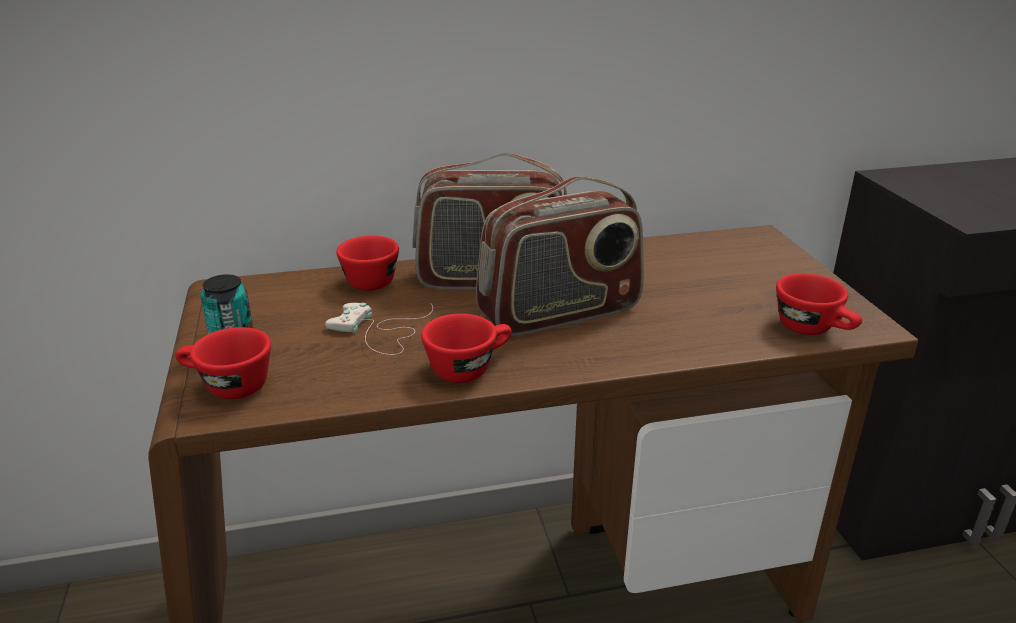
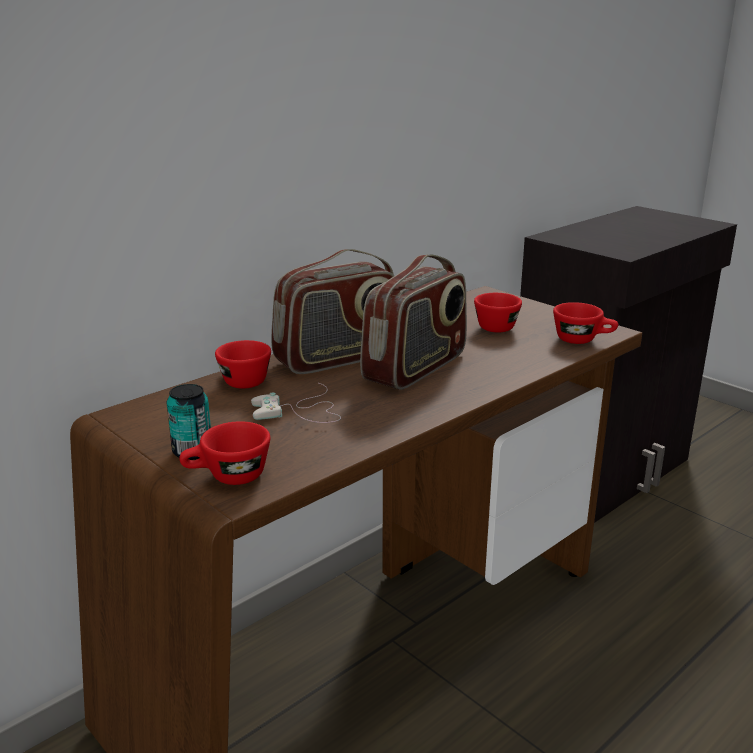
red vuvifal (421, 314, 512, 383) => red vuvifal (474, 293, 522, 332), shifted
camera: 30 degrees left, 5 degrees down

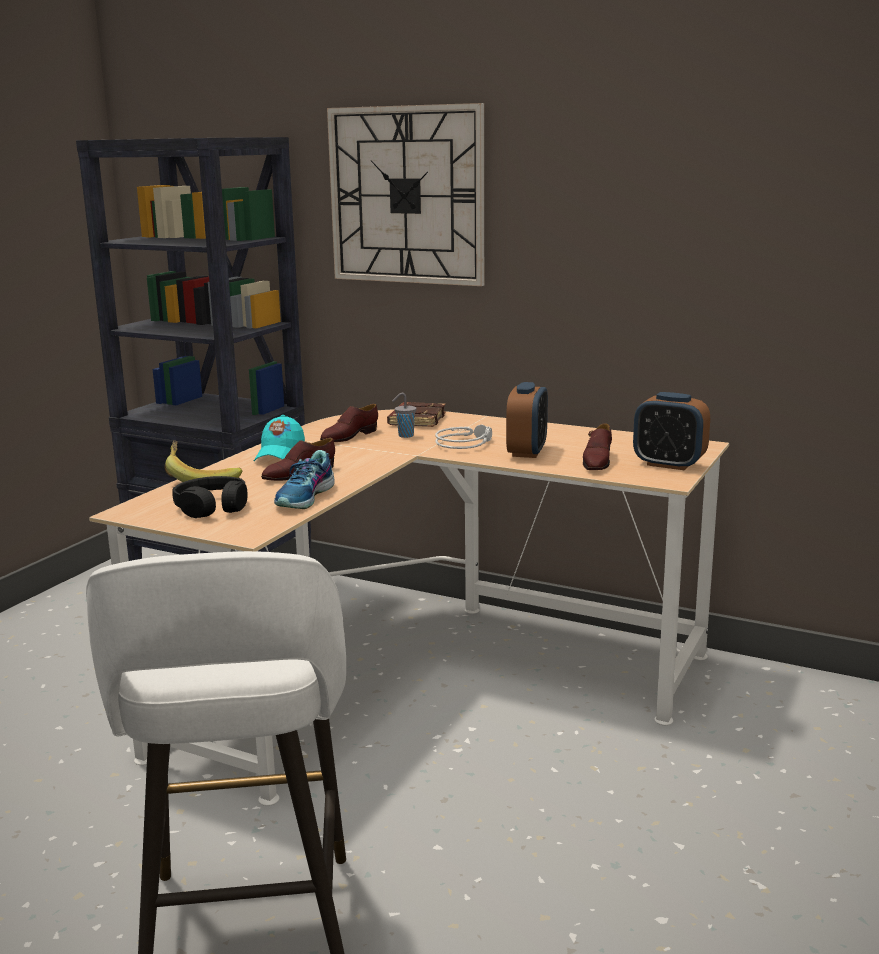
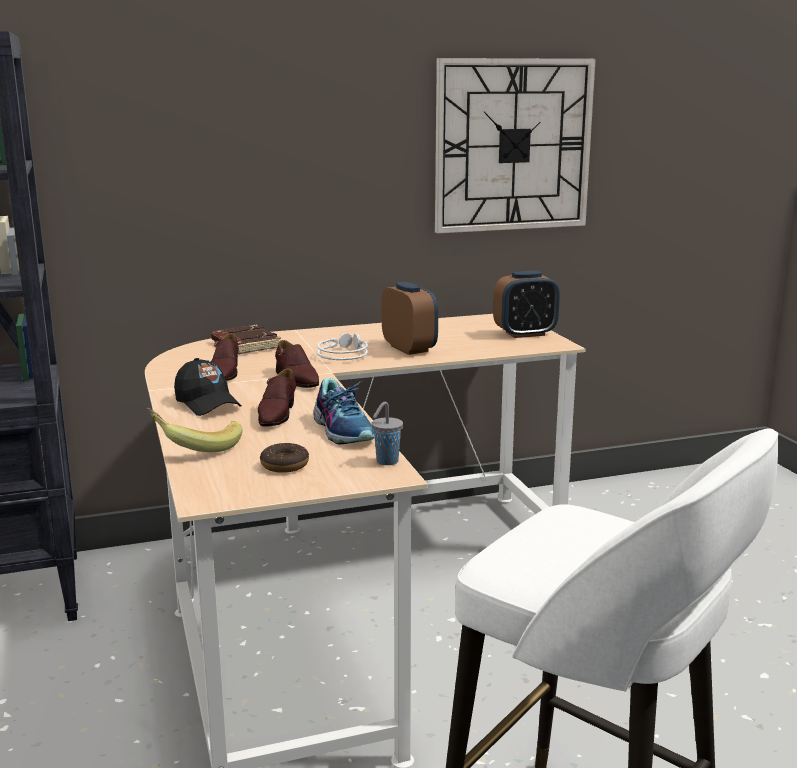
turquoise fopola (254, 415, 305, 461) => black fopola (174, 358, 241, 416)
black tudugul (172, 476, 248, 518) => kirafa (260, 443, 309, 473)
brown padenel (583, 423, 612, 470) => brown padenel (275, 340, 319, 388), shifted
grey vuvifal (392, 393, 416, 438) => grey vuvifal (372, 402, 403, 465), shifted
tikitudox (327, 103, 484, 286) => tikitudox (435, 58, 596, 233), shifted
camera: 45 degrees left, 0 degrees up

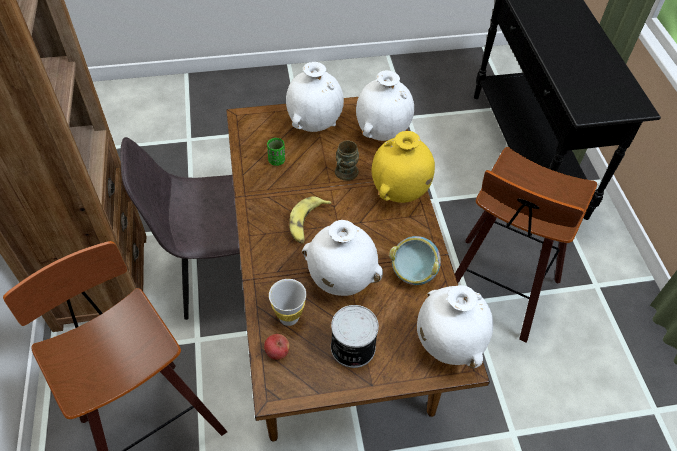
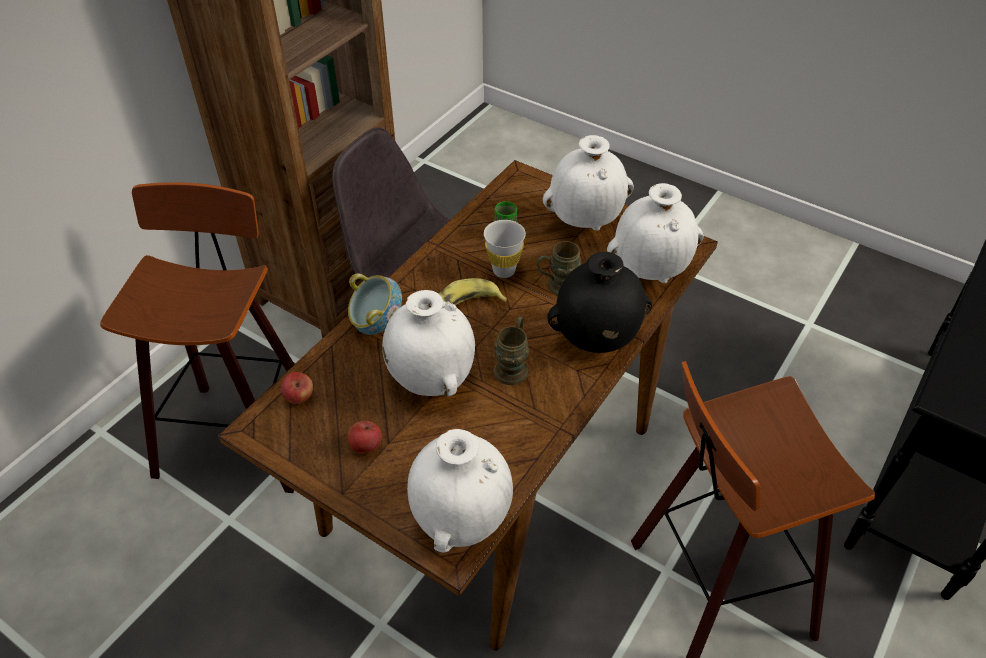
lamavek (389, 236, 441, 285) => lamavek (348, 273, 402, 335), shifted
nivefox (331, 305, 379, 368) => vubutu (348, 421, 382, 454)
white vuvifal (269, 279, 306, 326) => white vuvifal (484, 220, 526, 278), shifted
nothing => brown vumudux (493, 316, 529, 385)
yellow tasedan (371, 131, 435, 203) => black tasedan (547, 252, 652, 353)
camera: 45 degrees right, 5 degrees down

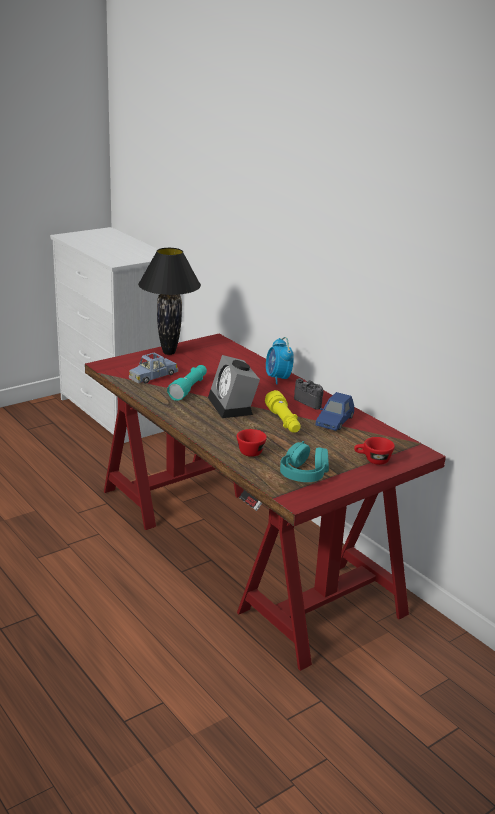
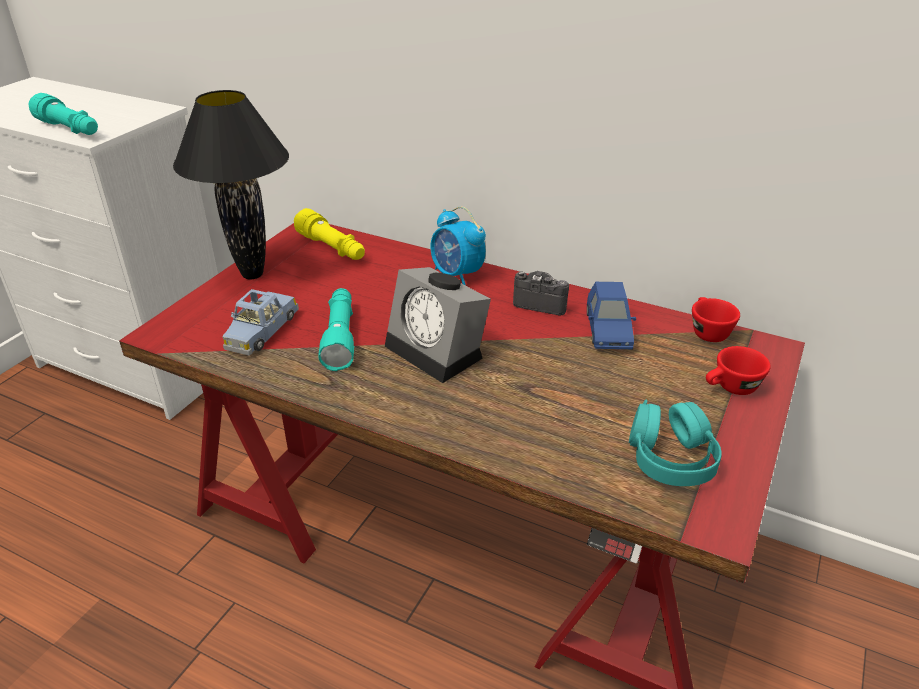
nothing => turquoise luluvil (29, 93, 98, 135)
yellow luluvil (265, 390, 301, 433) => yellow luluvil (294, 208, 365, 260), shifted
red vuvifal (237, 429, 267, 457) => red vuvifal (692, 297, 740, 342), shifted
camera: 25 degrees left, 10 degrees up

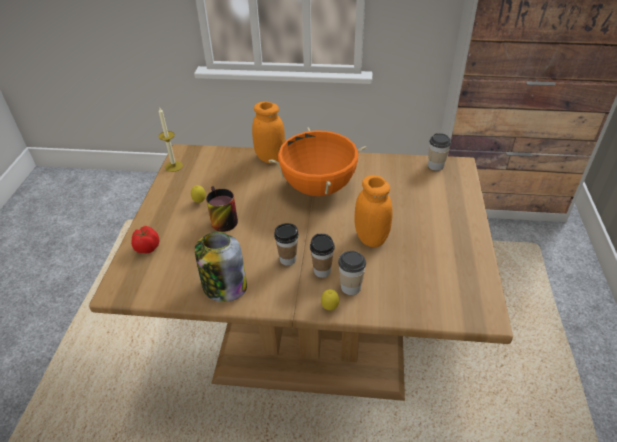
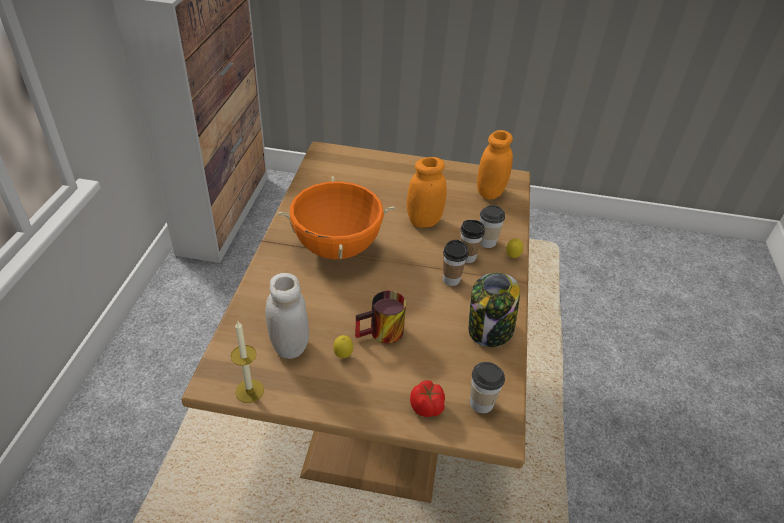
nothing => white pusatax (266, 273, 309, 359)
vuvifal (428, 133, 451, 171) => vuvifal (470, 362, 505, 414), shifted
orange pusatax (252, 101, 285, 163) => orange pusatax (477, 130, 513, 200), shifted
camera: 90 degrees left, 0 degrees up

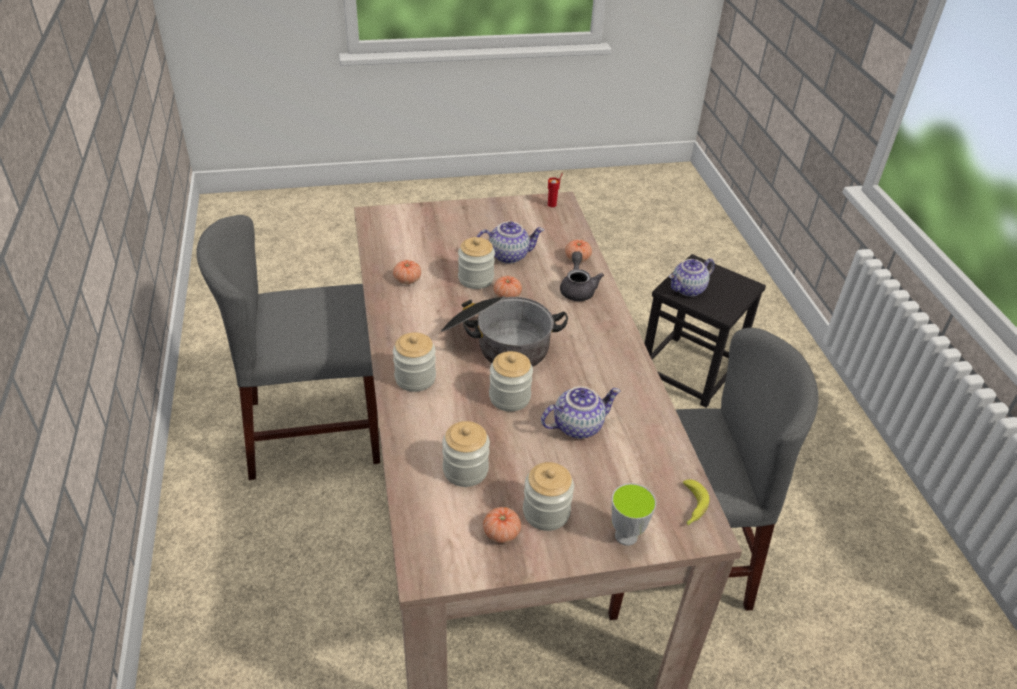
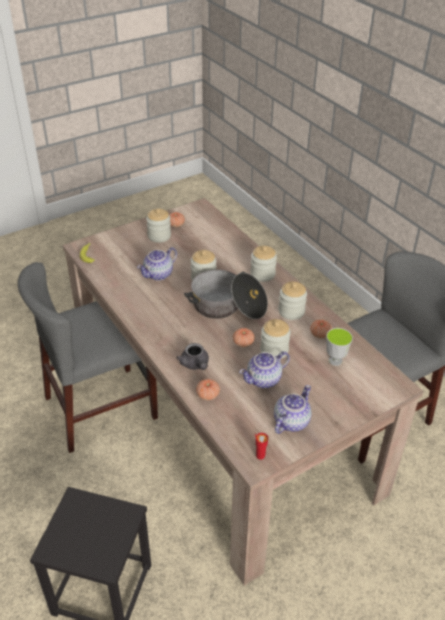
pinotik (669, 258, 715, 297) => pinotik (274, 385, 312, 434), shifted
pusatax (442, 421, 490, 487) => pusatax (278, 282, 307, 320), shifted
vuvifal (612, 483, 656, 546) => vuvifal (326, 328, 353, 366), shifted
camera: 160 degrees right, 0 degrees up

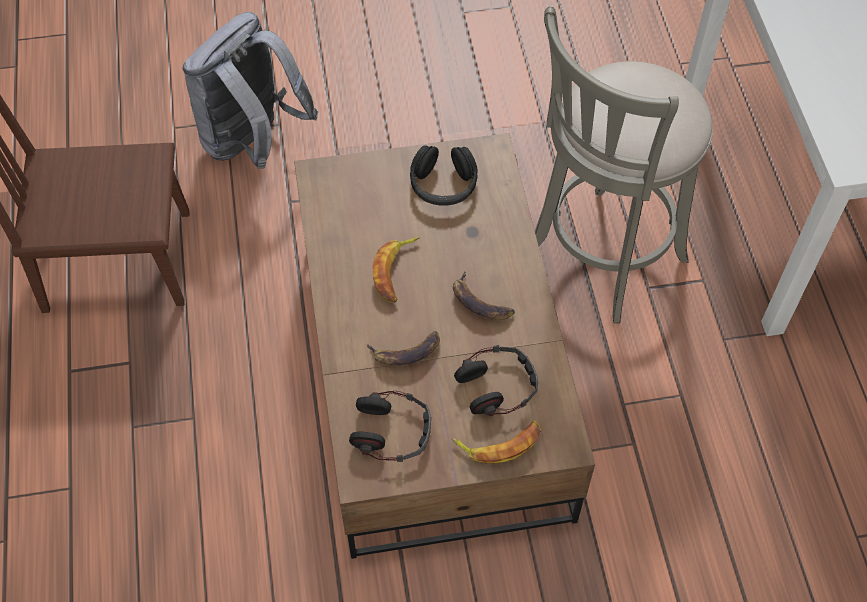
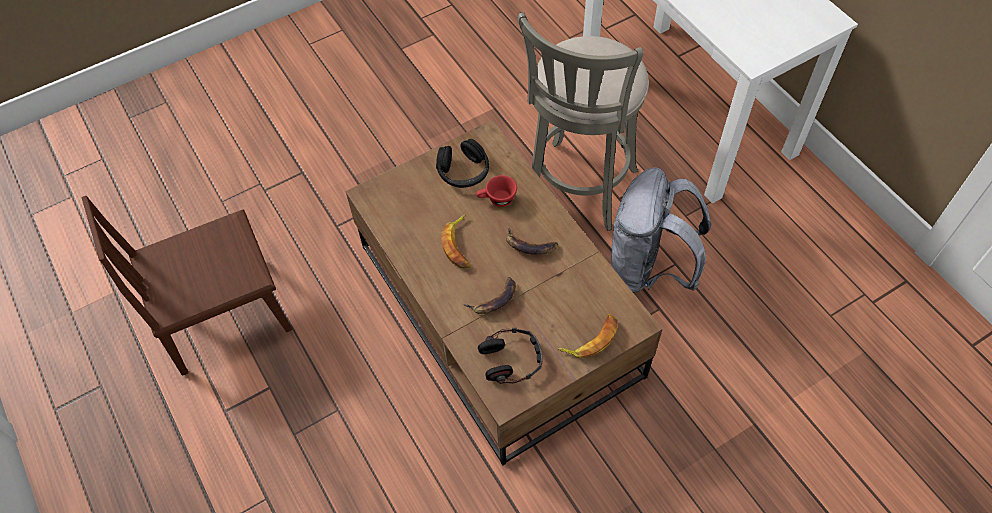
nothing => red vuvifal (476, 175, 517, 207)
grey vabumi (183, 12, 318, 169) => grey vabumi (611, 167, 711, 293), shifted
tudugul (454, 345, 538, 416) => nothing
camera: 20 degrees left, 0 degrees up

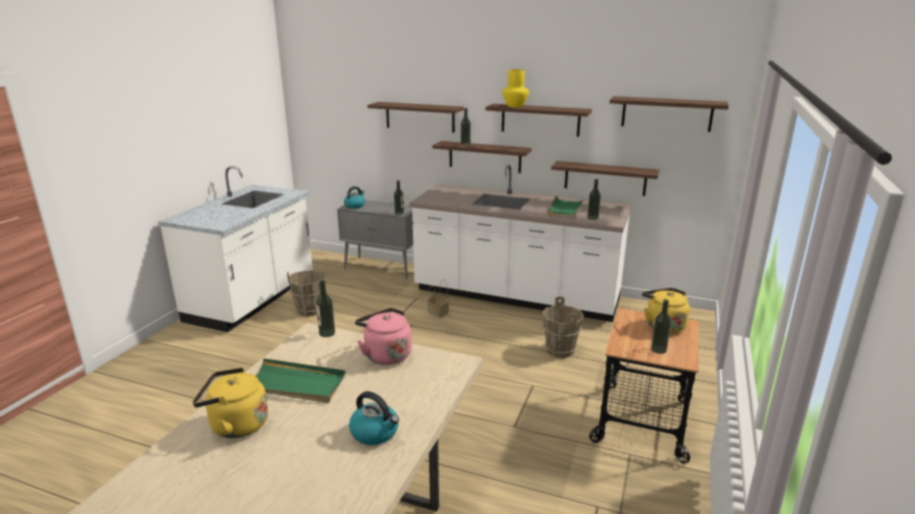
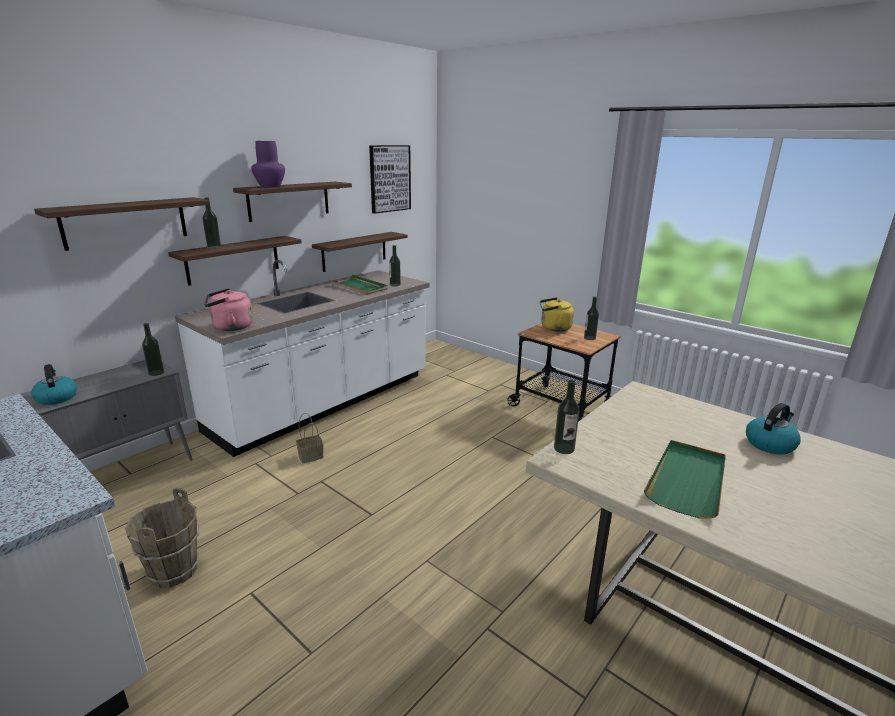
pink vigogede (355, 308, 412, 365) => pink vigogede (204, 288, 253, 331), shifted
yellow tasedan (503, 69, 529, 107) => purple tasedan (251, 141, 285, 187)
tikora (610, 96, 729, 132) => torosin (369, 145, 411, 213)
yellow vigogede (192, 368, 268, 438) => nothing
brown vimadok (543, 296, 584, 358) => nothing
camera: 70 degrees left, 0 degrees up

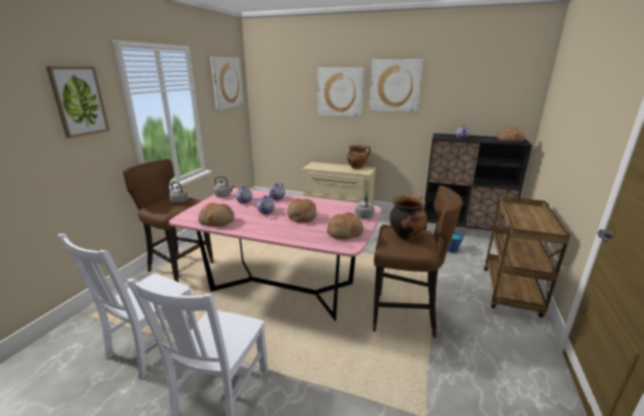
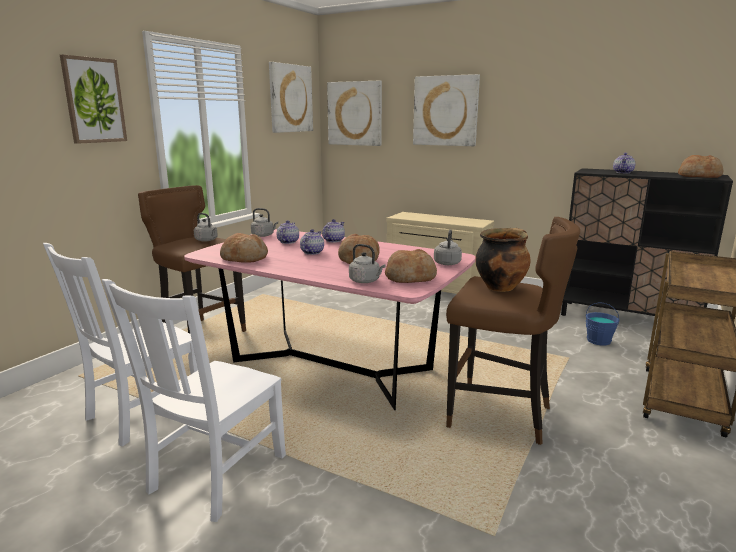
torosin (369, 59, 423, 113) => torosin (327, 81, 382, 146), shifted
nothing => grey vigogede (349, 244, 386, 283)
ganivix (347, 145, 370, 169) => nothing
camera: 10 degrees right, 5 degrees down

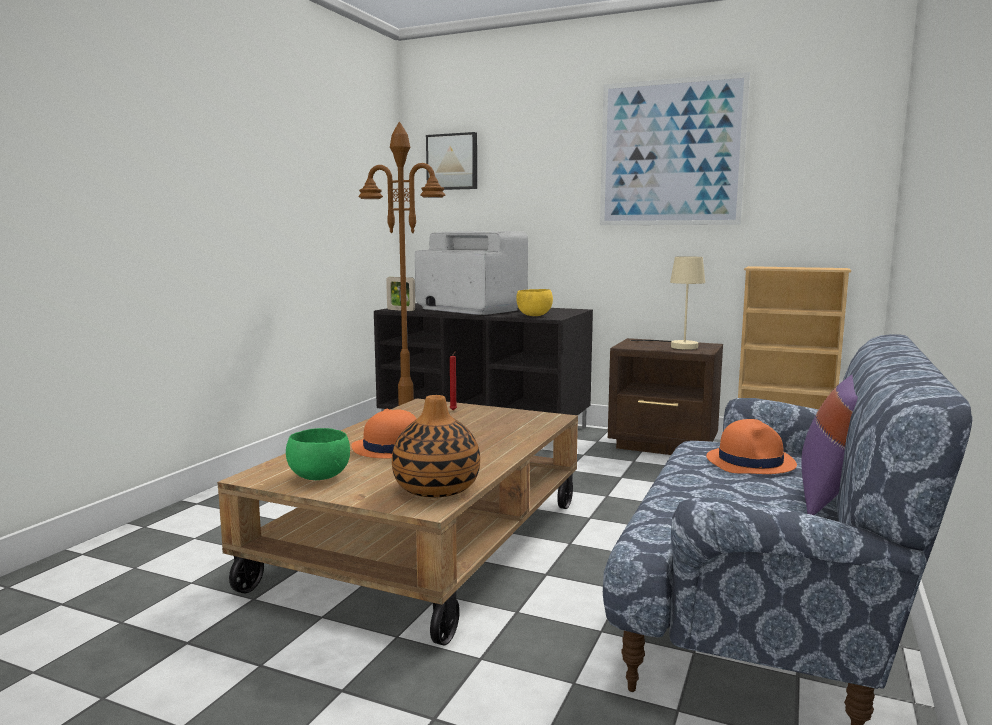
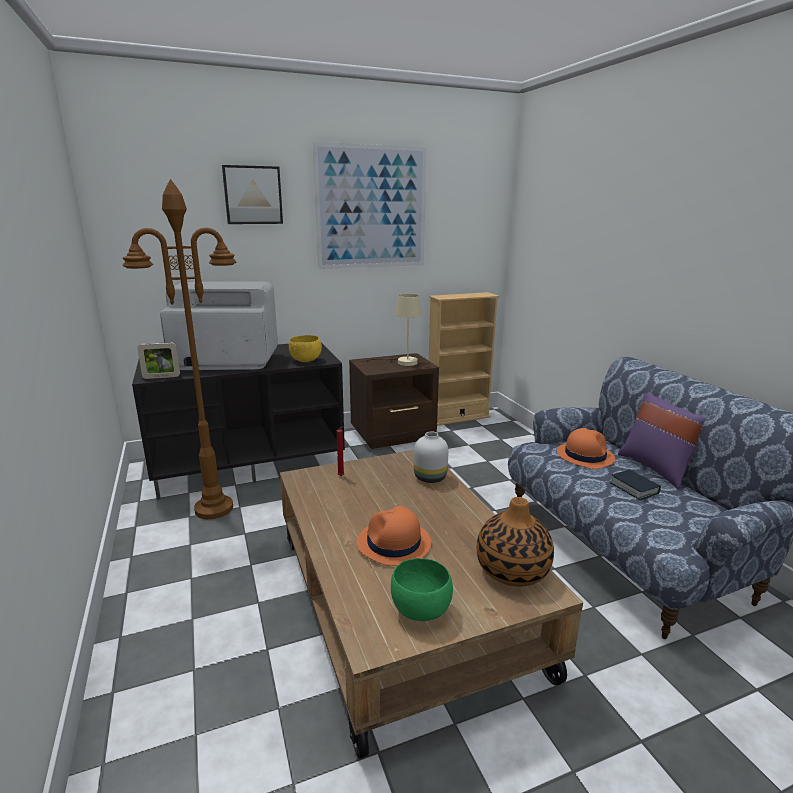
torosin (426, 132, 477, 190) => torosin (222, 165, 283, 224), shifted
nothing => white tasedan (414, 431, 449, 483)
nothing => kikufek (610, 469, 661, 500)
camera: 45 degrees left, 10 degrees up

